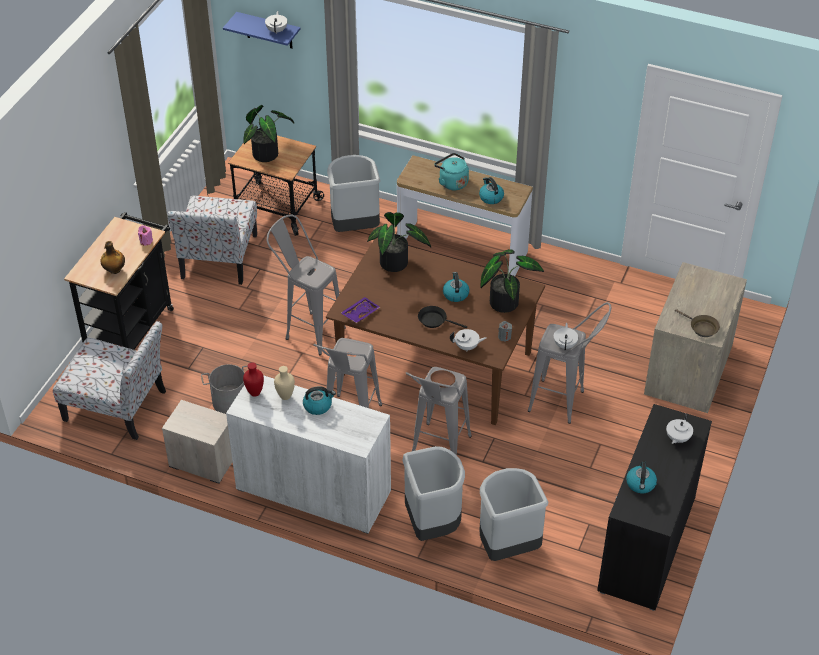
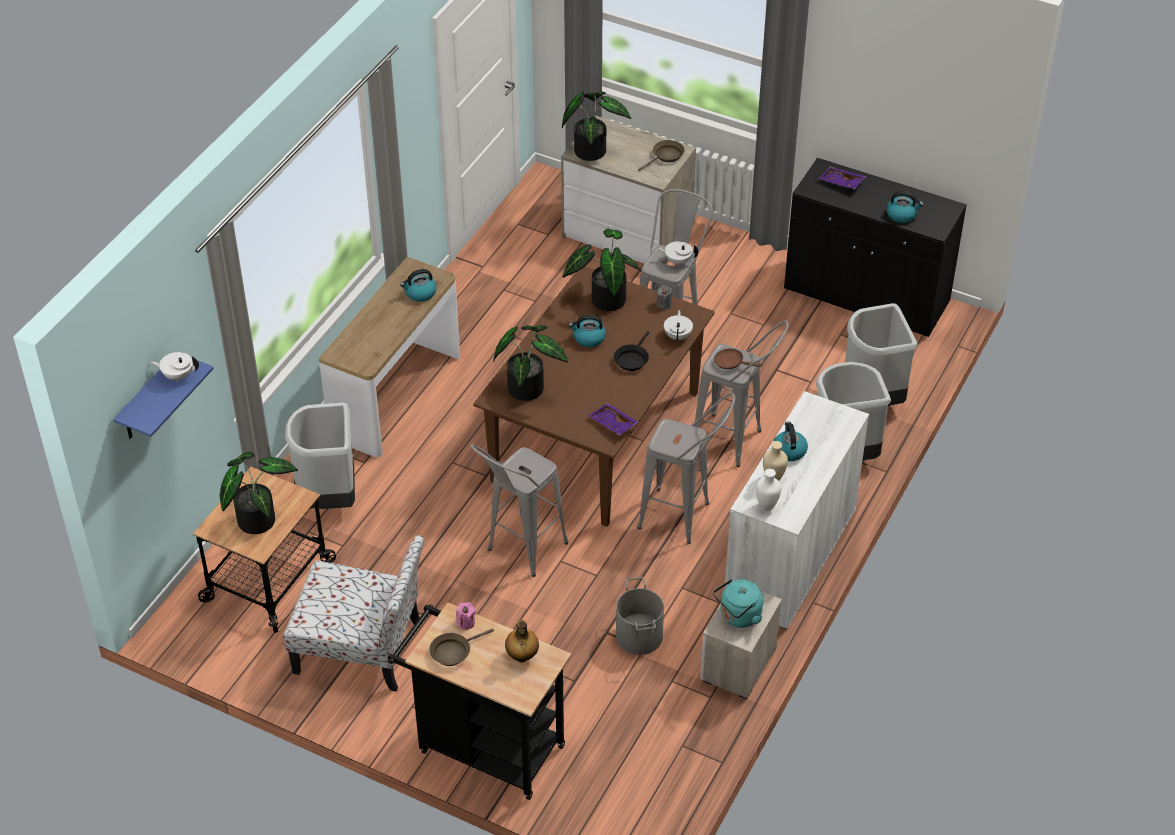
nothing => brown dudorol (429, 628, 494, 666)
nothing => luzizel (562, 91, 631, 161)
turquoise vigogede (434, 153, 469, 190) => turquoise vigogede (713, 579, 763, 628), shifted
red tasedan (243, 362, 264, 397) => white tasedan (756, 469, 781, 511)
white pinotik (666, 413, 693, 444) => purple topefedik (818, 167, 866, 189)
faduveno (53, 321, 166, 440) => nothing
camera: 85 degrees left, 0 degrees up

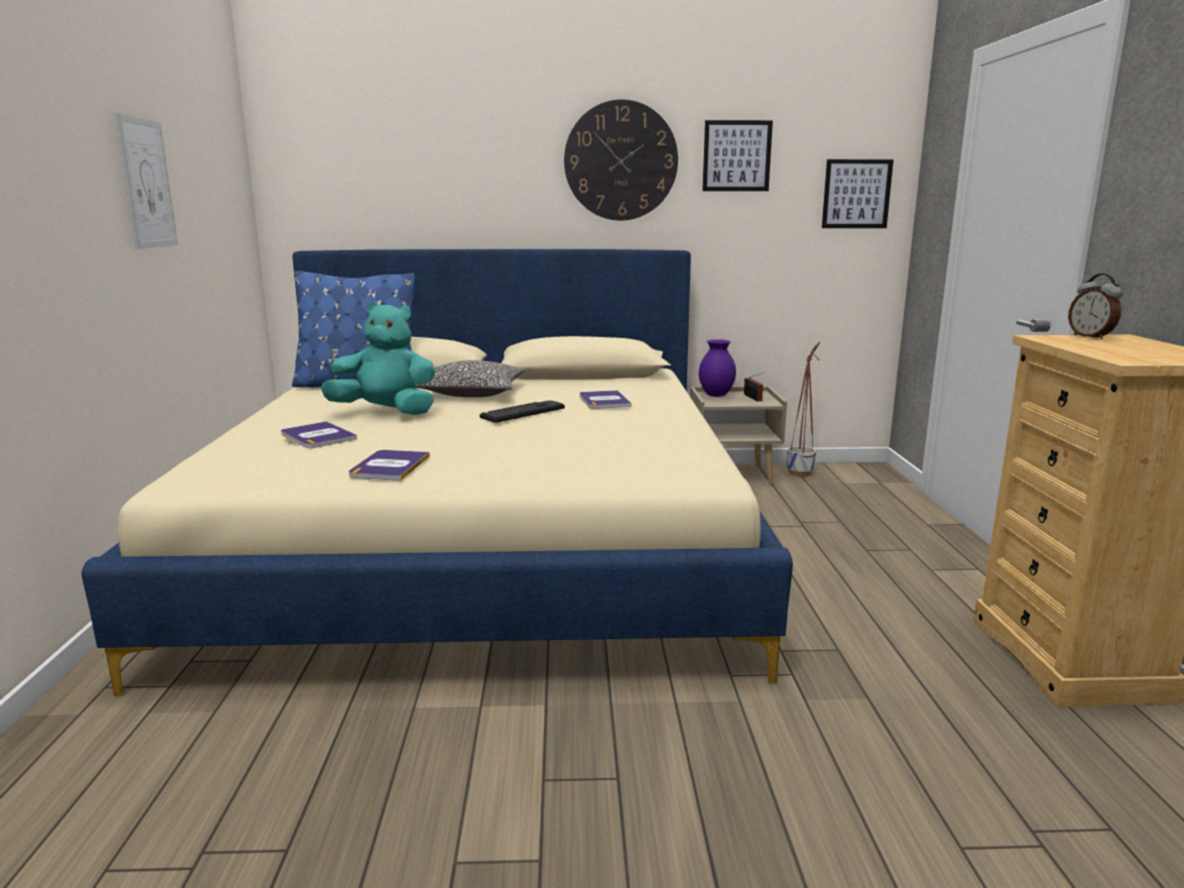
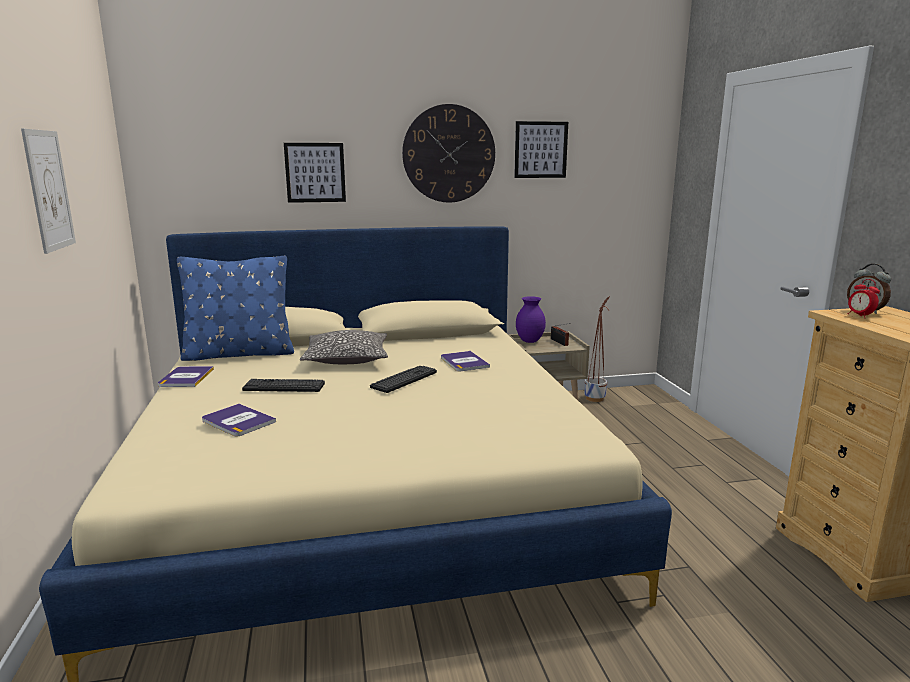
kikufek (349, 450, 430, 481) => kikufek (158, 366, 214, 387), shifted
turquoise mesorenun (321, 302, 435, 415) => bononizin (242, 379, 325, 392)
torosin (822, 159, 894, 228) => torosin (284, 143, 346, 203), shifted
nothing => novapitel (848, 279, 880, 317)
camera: 10 degrees left, 0 degrees up

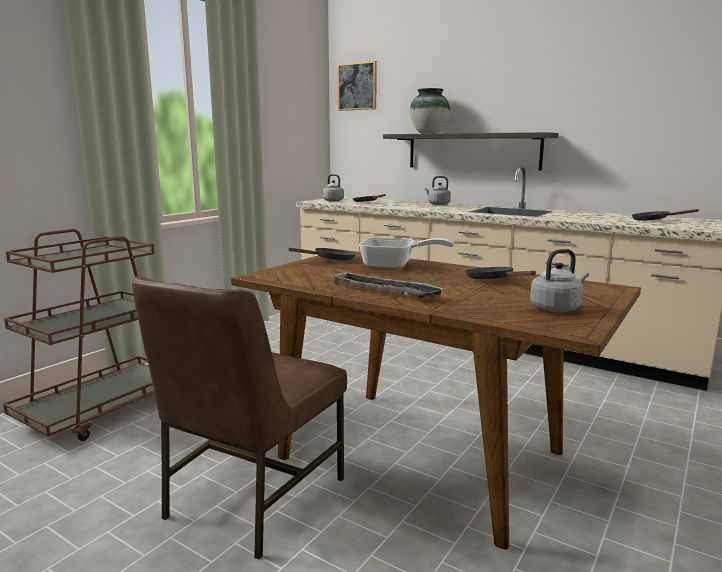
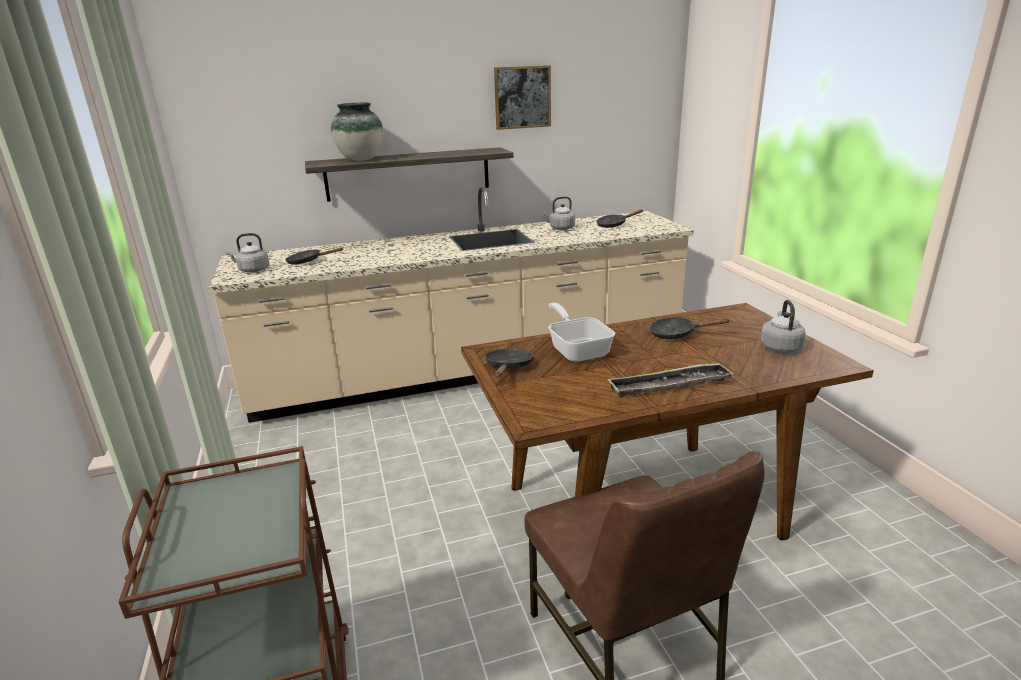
torosin (338, 61, 377, 111) => torosin (494, 65, 551, 130), shifted
grey vigogede (425, 176, 451, 205) => grey vigogede (542, 196, 575, 230), shifted
dudorol (359, 238, 454, 269) => dudorol (548, 303, 615, 362), 75 degrees counterclockwise
camera: 50 degrees left, 10 degrees up

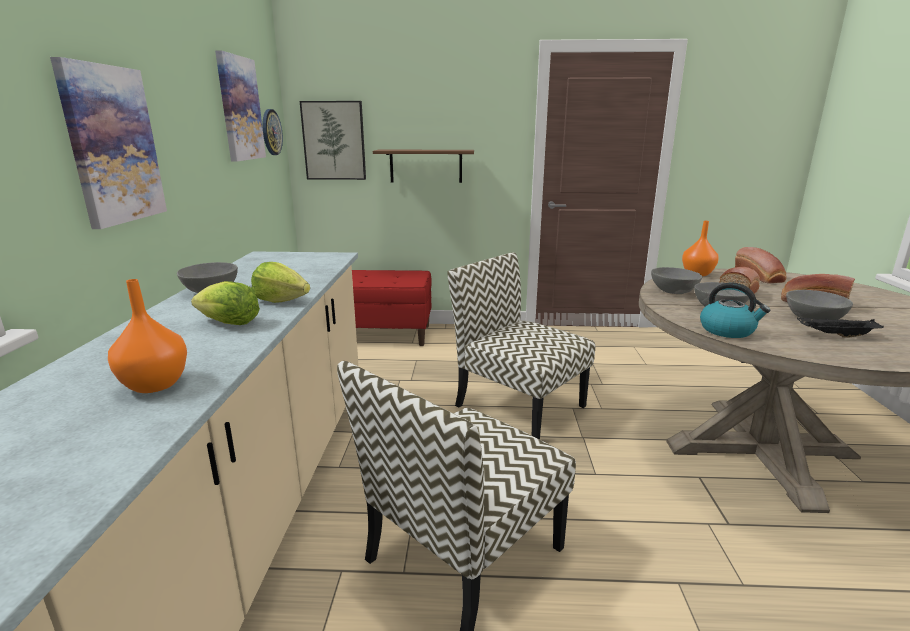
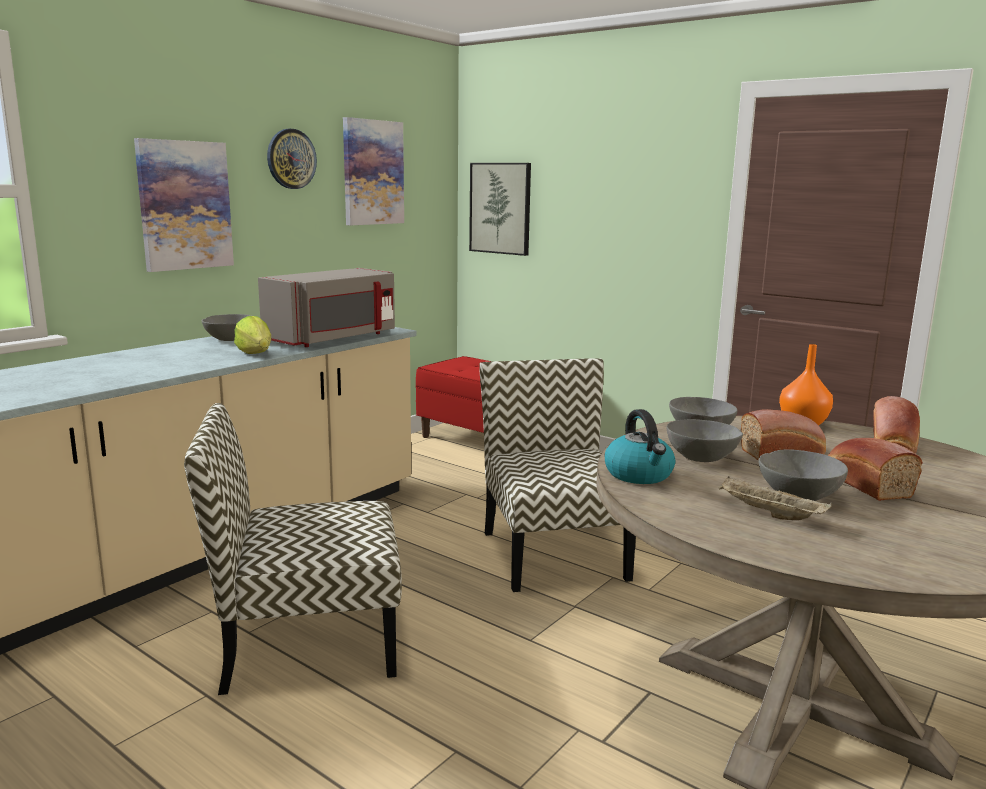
nothing => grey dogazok (258, 268, 395, 347)
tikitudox (262, 109, 283, 155) => tikitudox (267, 129, 317, 189), shifted
black topefedik (797, 318, 884, 338) => beige topefedik (718, 477, 831, 520)
orange tasedan (108, 279, 187, 393) => nothing
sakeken (191, 281, 260, 325) => nothing
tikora (373, 150, 474, 183) => nothing
camera: 35 degrees right, 5 degrees down

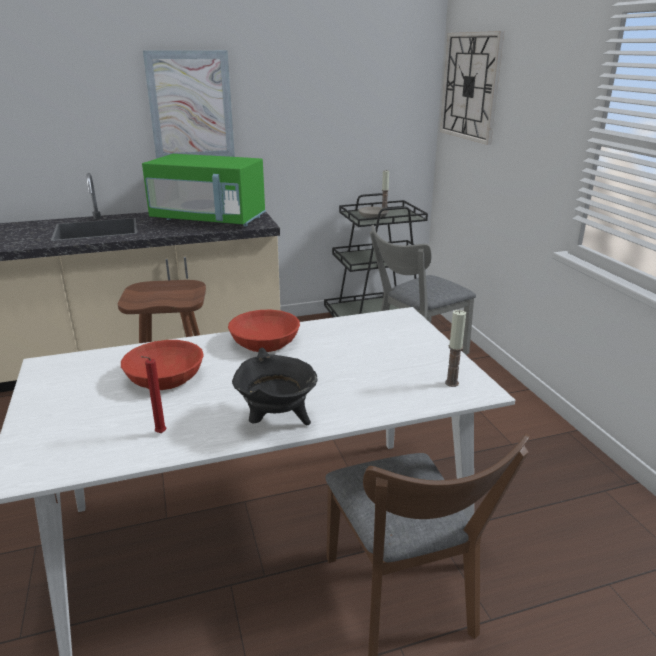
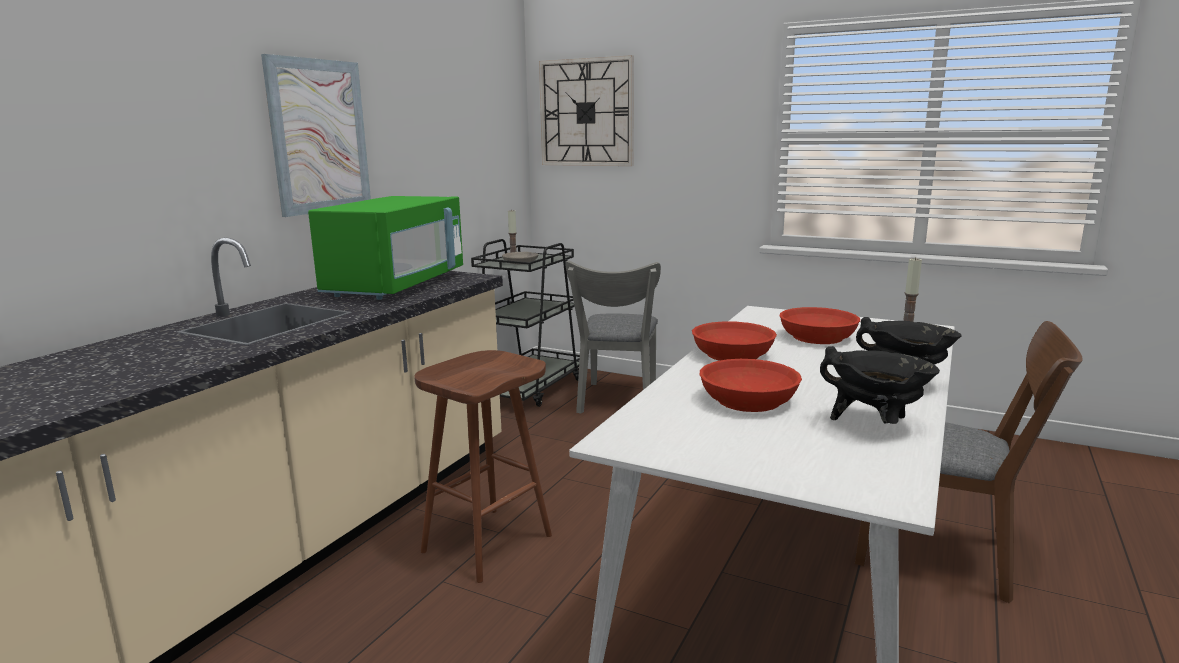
green dogazok (142, 154, 266, 227) => green dogazok (308, 196, 463, 300), 45 degrees counterclockwise
nothing => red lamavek (780, 307, 860, 344)
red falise (141, 356, 166, 433) => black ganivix (820, 346, 940, 424)
camera: 45 degrees left, 10 degrees down

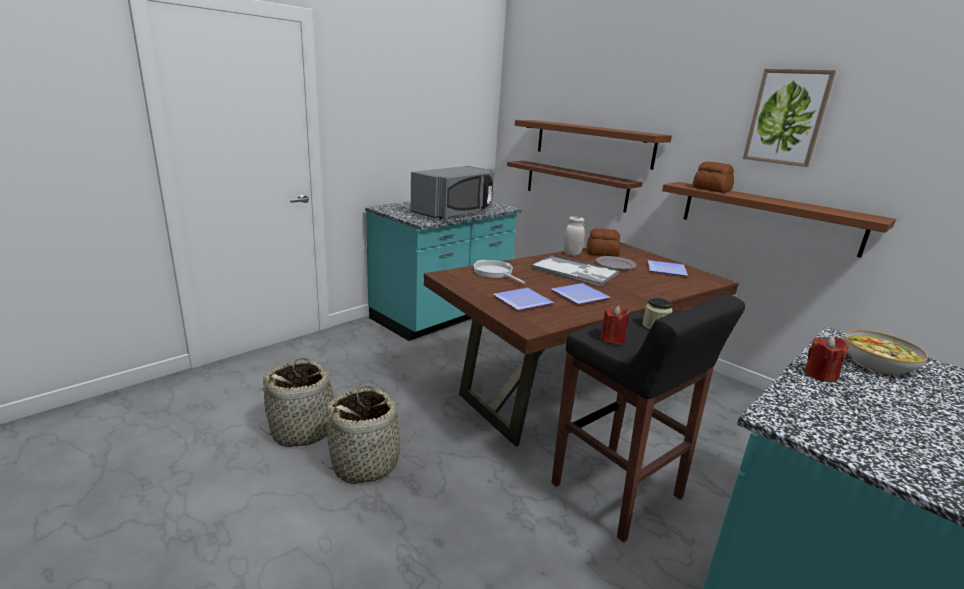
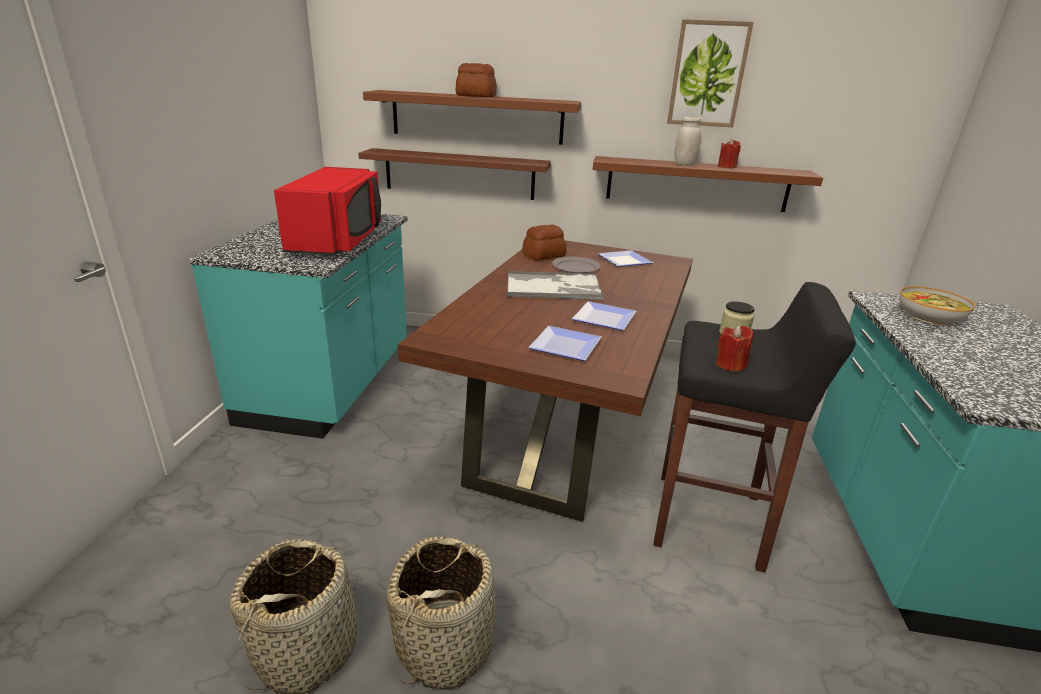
grey dogazok (411, 166, 494, 219) => red dogazok (274, 167, 381, 255)
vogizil (693, 161, 734, 193) => vogizil (456, 63, 497, 97), shifted
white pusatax (563, 216, 585, 256) => white pusatax (675, 117, 701, 165), shifted
red falise (804, 336, 849, 382) => red falise (718, 139, 741, 168), shifted
dudorol (474, 260, 525, 284) => nothing
camera: 35 degrees left, 5 degrees up

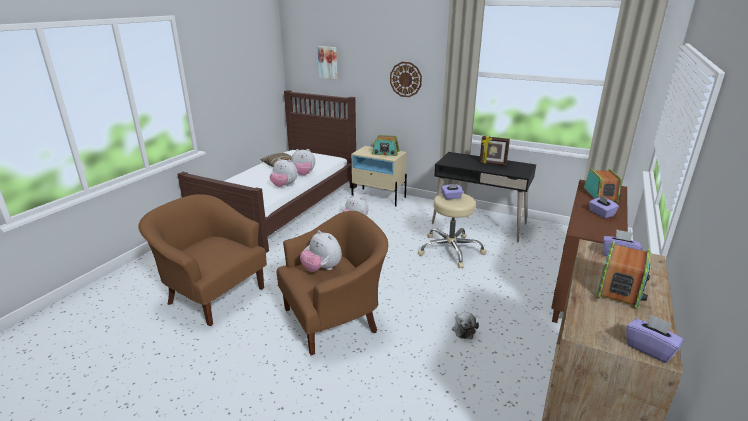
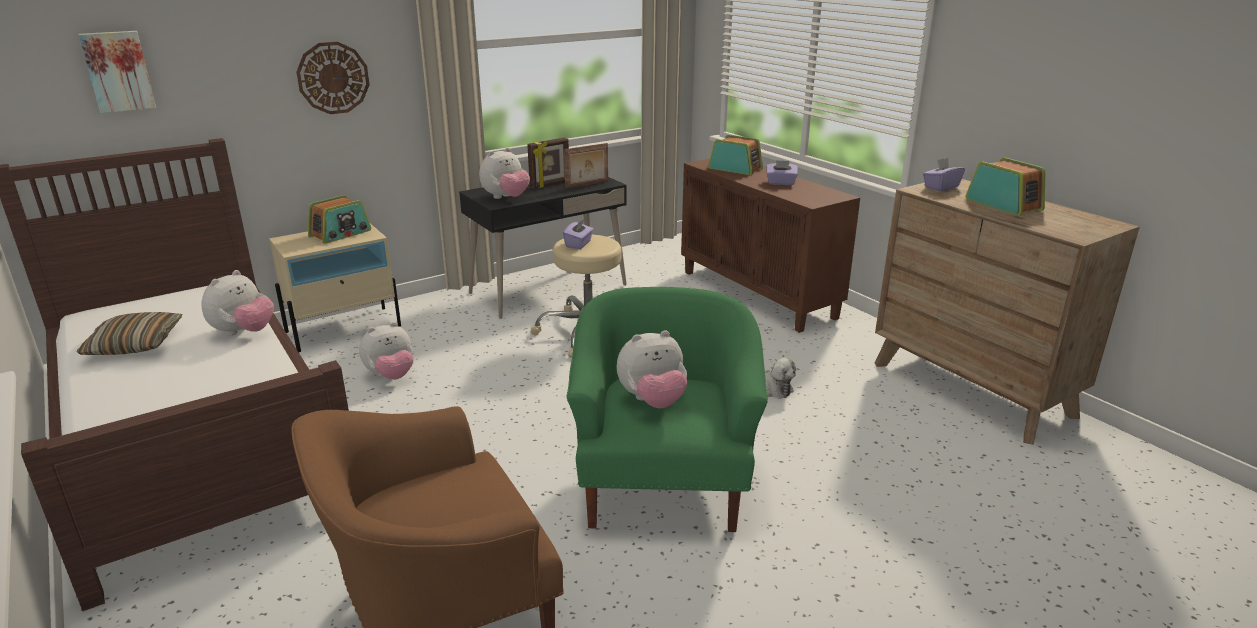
mesorenun (270, 159, 298, 187) => mesorenun (479, 148, 530, 199), shifted
nothing => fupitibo (564, 143, 608, 189)
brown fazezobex (277, 211, 388, 355) => green fazezobex (567, 287, 768, 532)
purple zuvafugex (626, 314, 684, 363) => nothing
camera: 60 degrees left, 0 degrees up

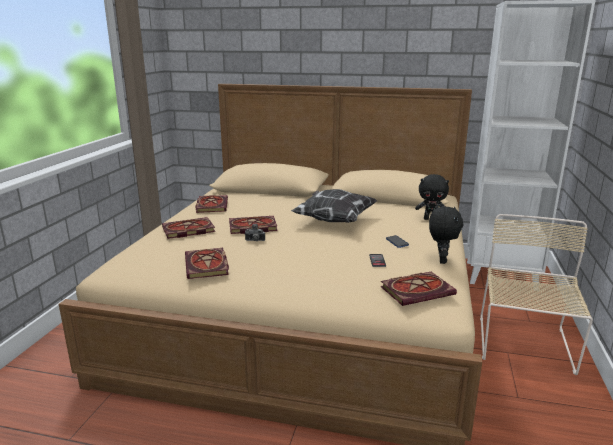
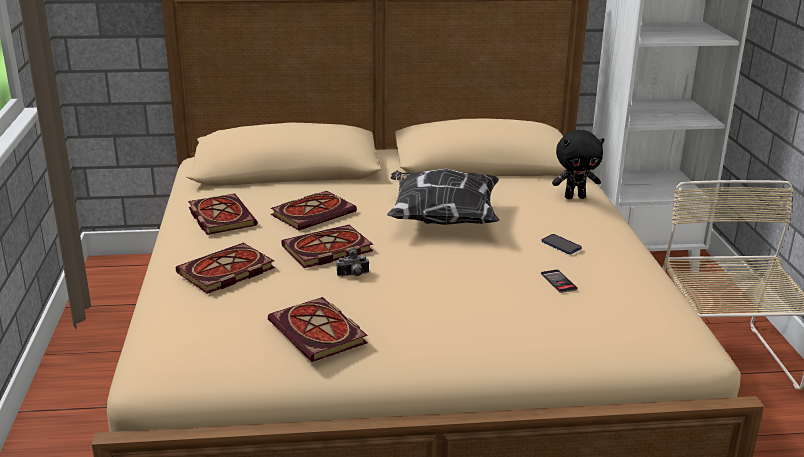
kikufek (380, 272, 457, 306) => kikufek (270, 191, 357, 231), shifted
black mesorenun (429, 206, 463, 264) => nothing
camera: 20 degrees left, 5 degrees up

